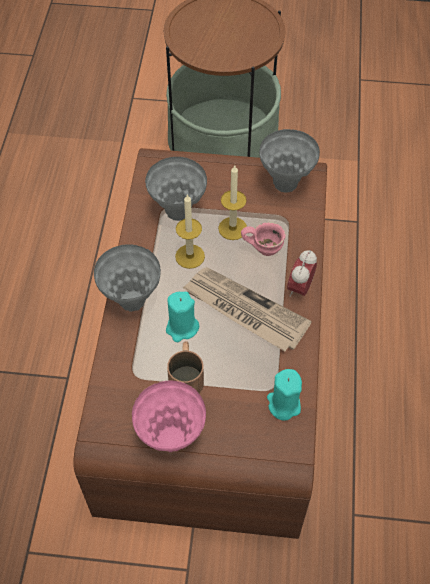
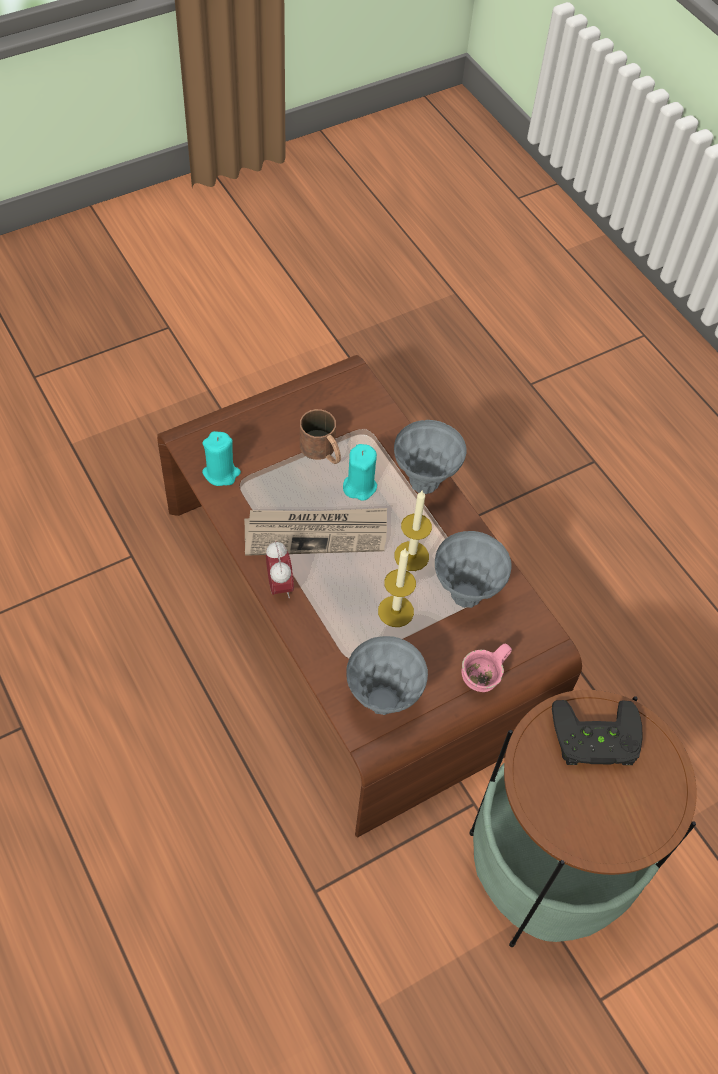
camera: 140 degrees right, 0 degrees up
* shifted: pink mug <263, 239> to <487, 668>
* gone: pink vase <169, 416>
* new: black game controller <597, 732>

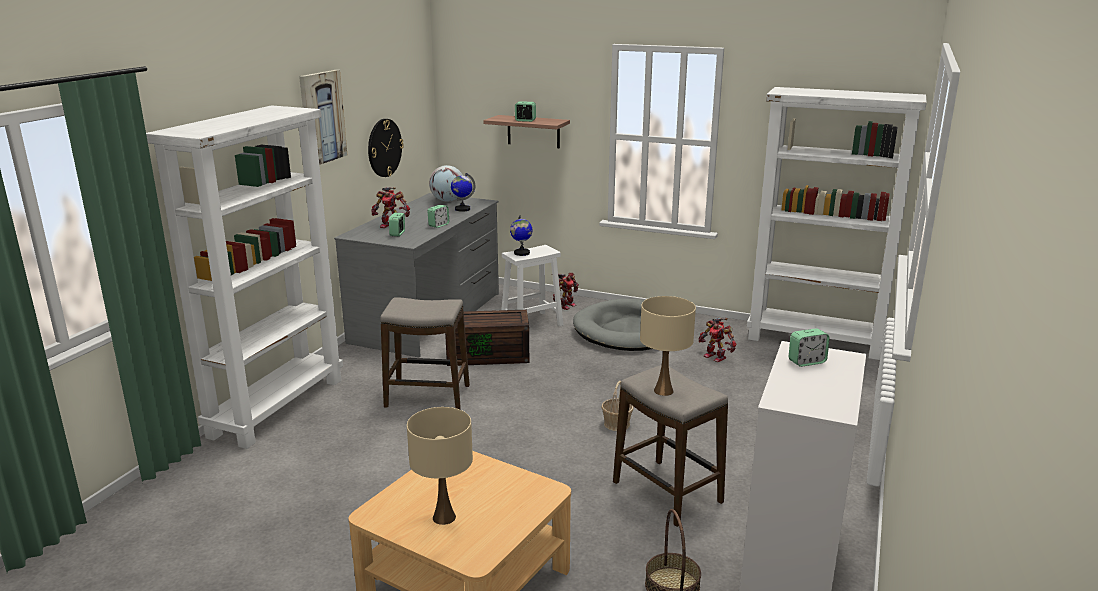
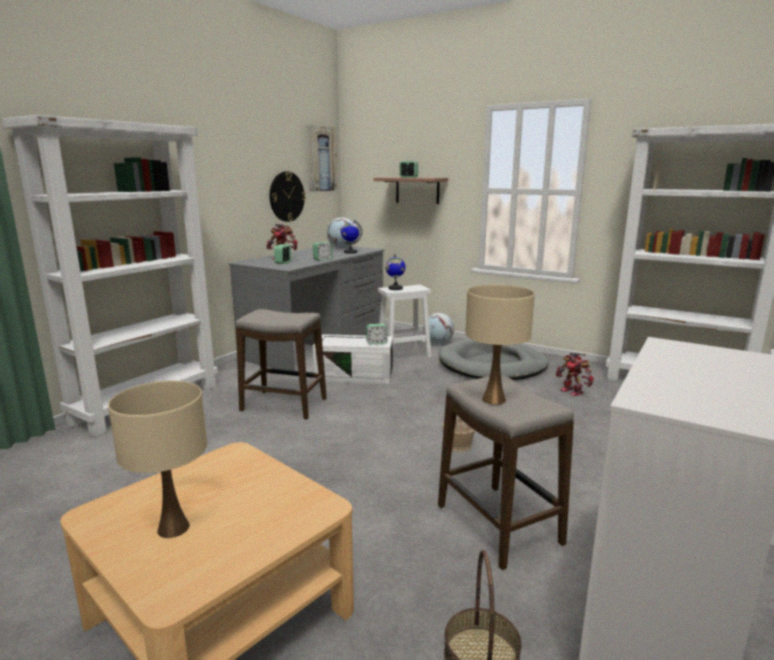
camera: 10 degrees right, 5 degrees down
* shifted: picture <323, 117> to <322, 158>
* swapped: toy robot <566, 291> to globe <438, 328>
* repainted: brown storage box <487, 338> to white storage box <353, 359>
* shifted: alarm clock <809, 347> to <377, 334>

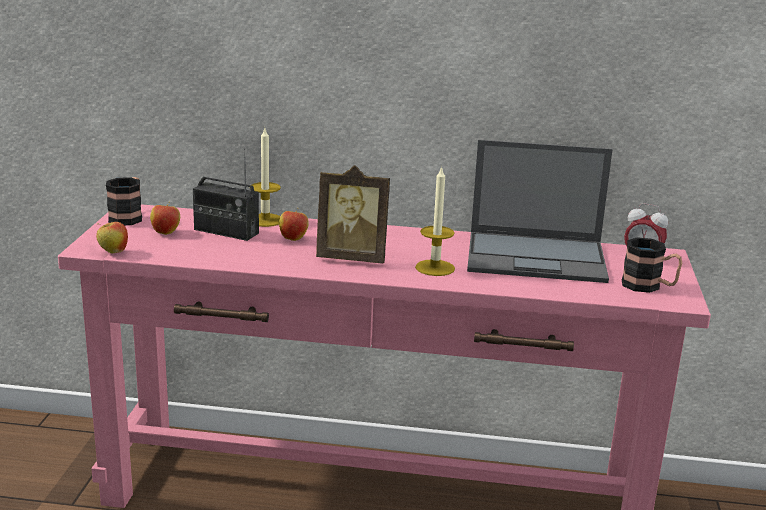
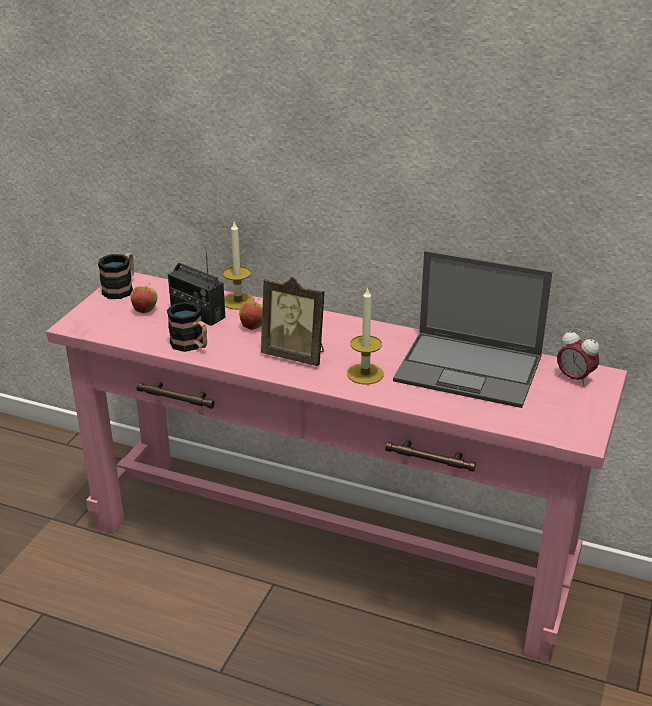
camera: 15 degrees right, 10 degrees up
* gone: apple <112, 238>
* shifted: mug <652, 265> to <187, 327>

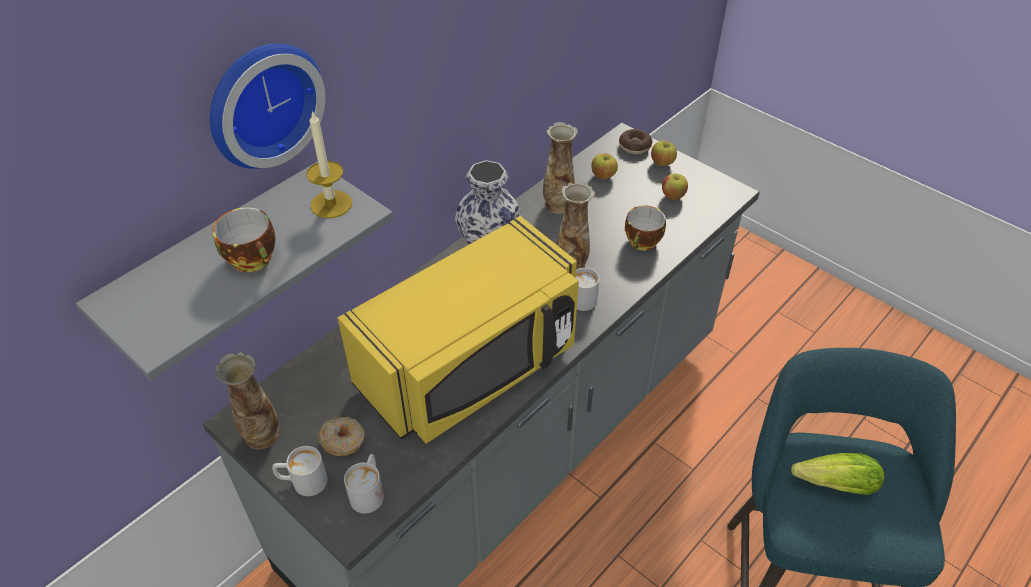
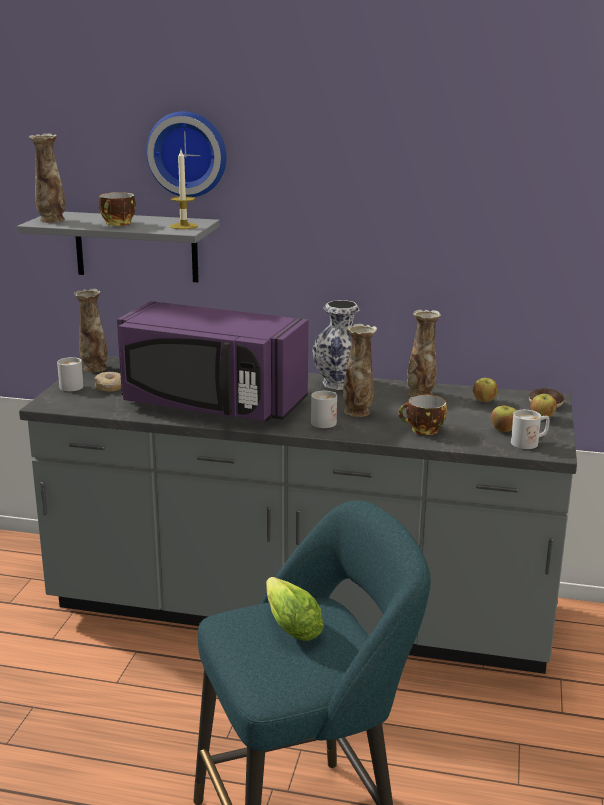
camera: 60 degrees right, 25 degrees down
* repainted: yellow microwave <458, 330> to purple microwave <212, 361>
* shifted: white mug <364, 483> to <530, 429>
* new: vase <47, 178>

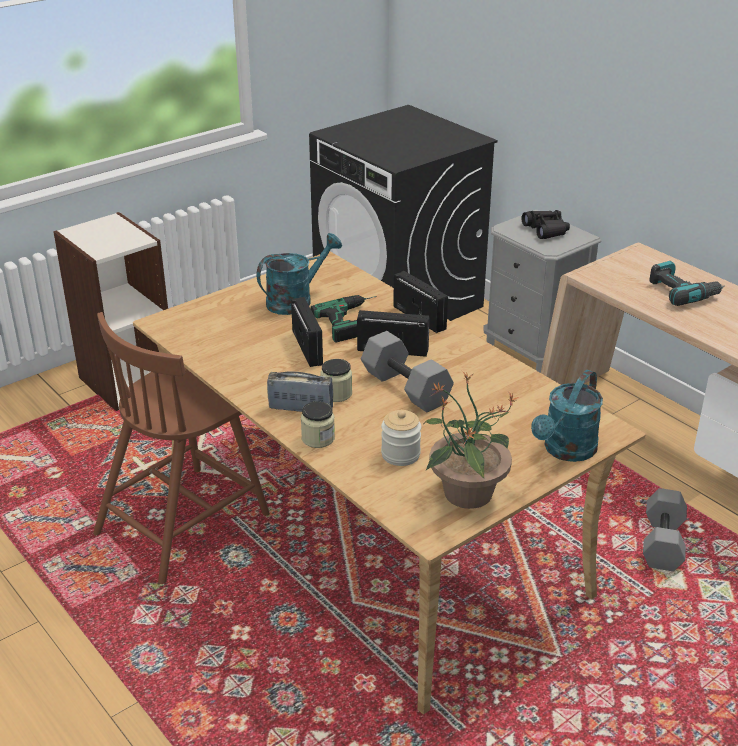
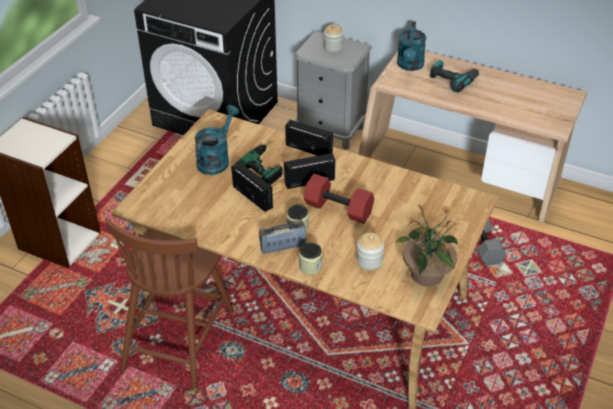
camera: 25 degrees left, 10 degrees up
* swapped: black binoculars <545, 224> to jar <333, 38>
* repainted: grey dumbbell <407, 371> to red dumbbell <338, 199>
* shifted: turquoise watering can <567, 416> to <411, 46>

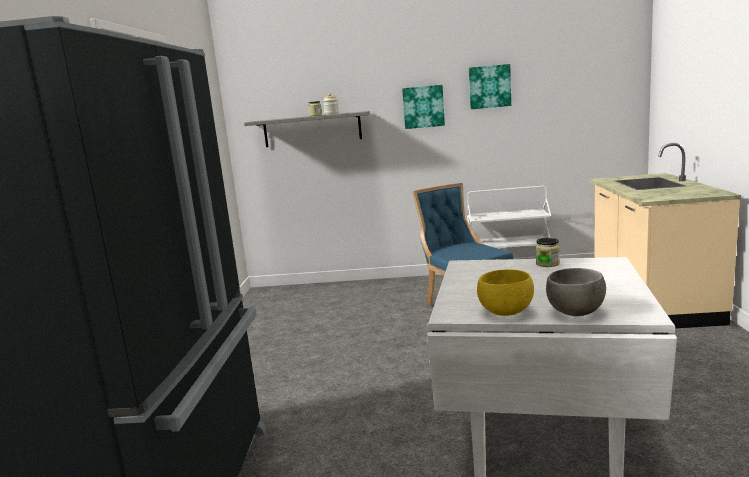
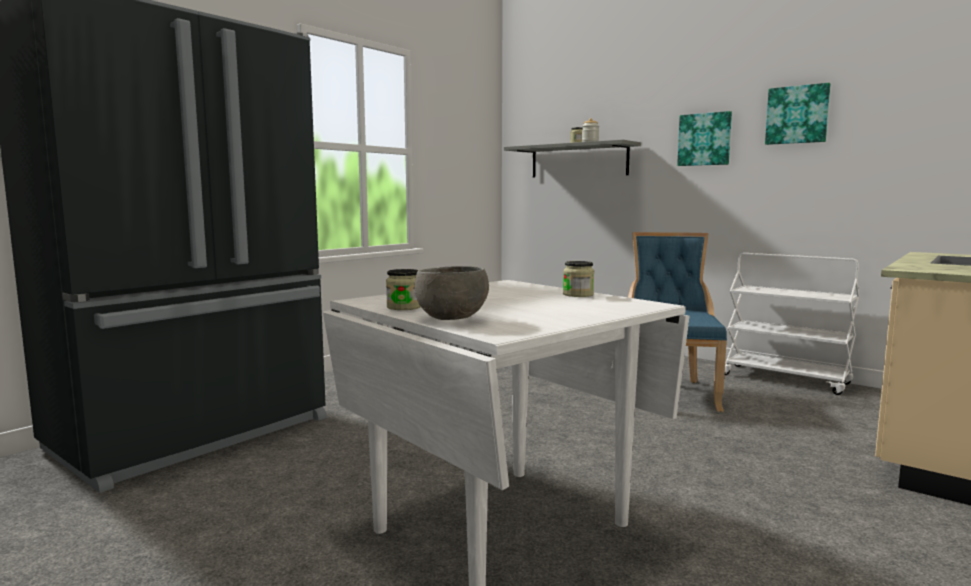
camera: 35 degrees right, 5 degrees down
* swapped: yellow bowl <505, 292> to jar <403, 289>

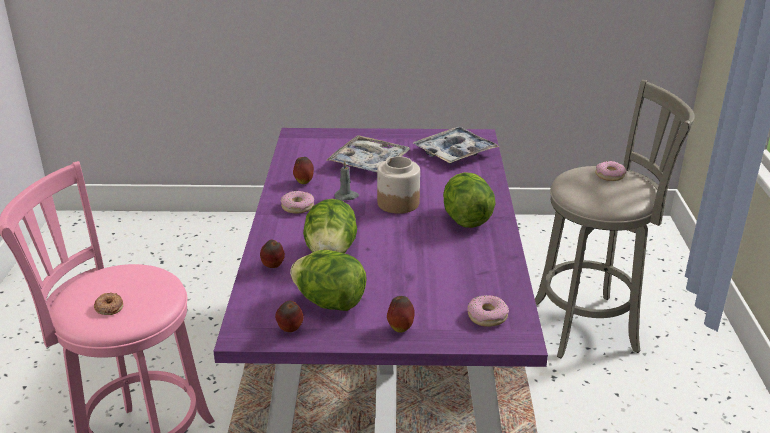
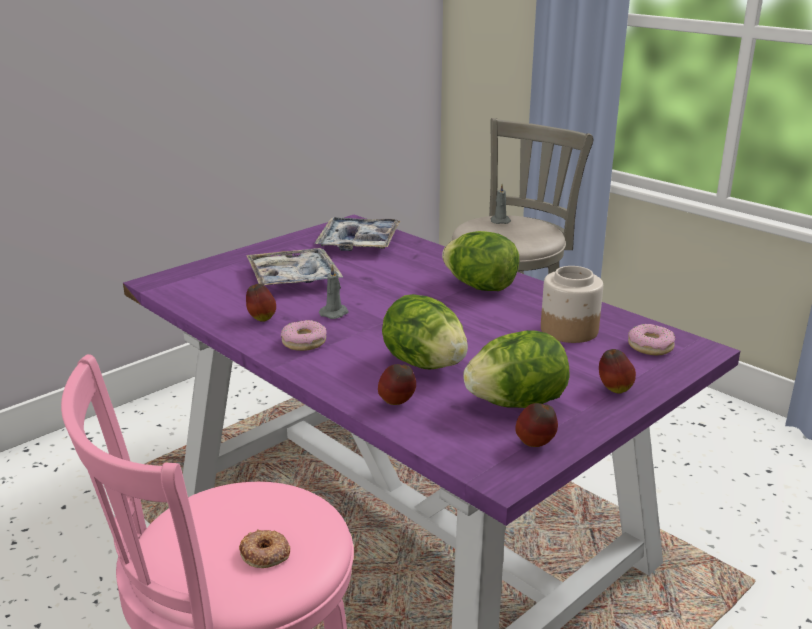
camera: 45 degrees left, 5 degrees down
* shifted: jar <398, 185> to <572, 304>
* swapped: donut <610, 171> to grey candle <501, 204>

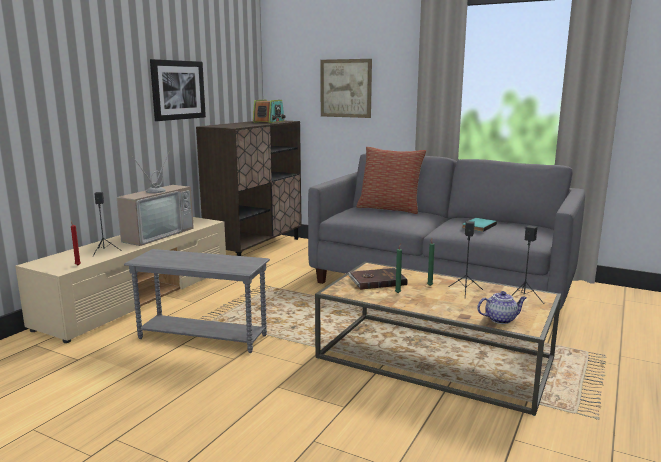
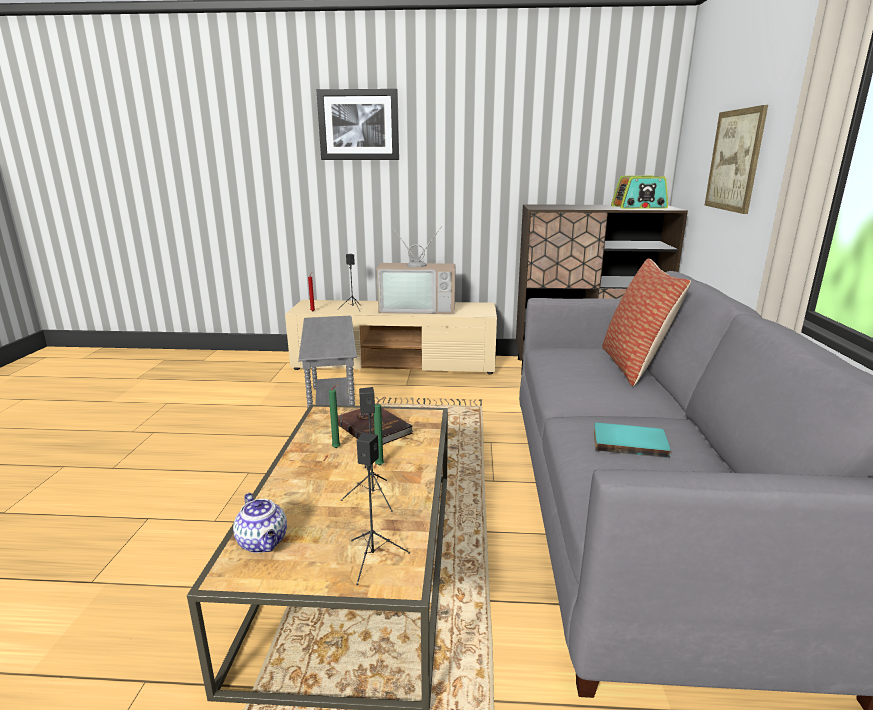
camera: 65 degrees right, 5 degrees up
* shifted: picture <178, 90> to <357, 124>

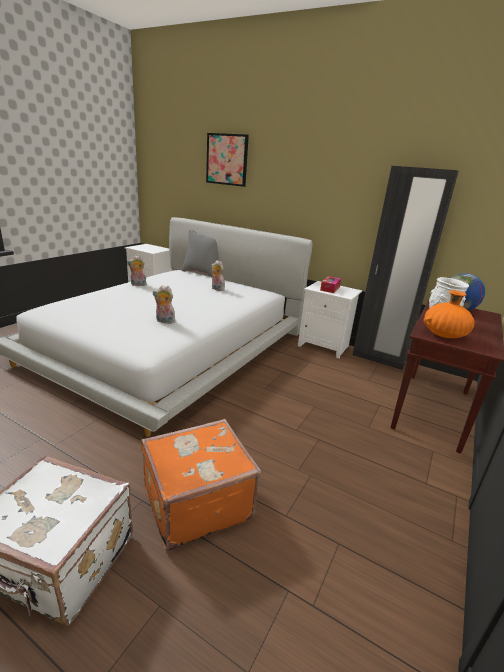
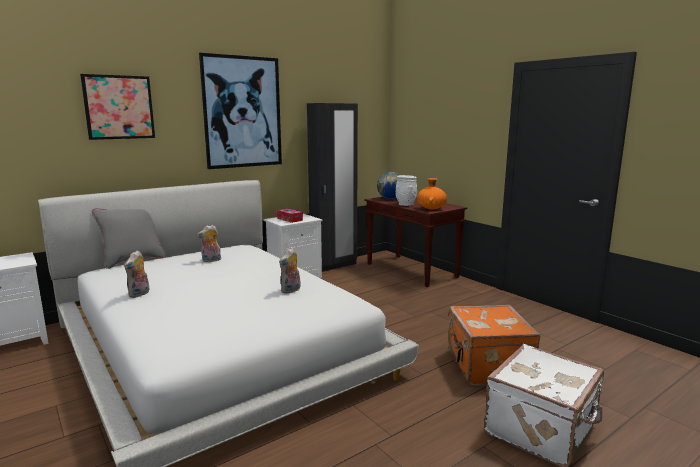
camera: 65 degrees left, 10 degrees down
* new: picture <240, 111>

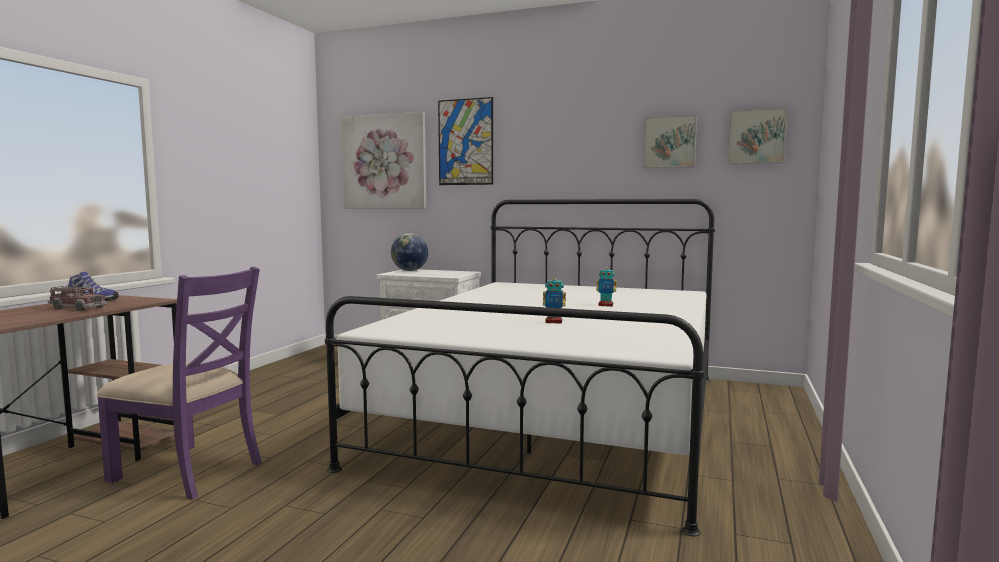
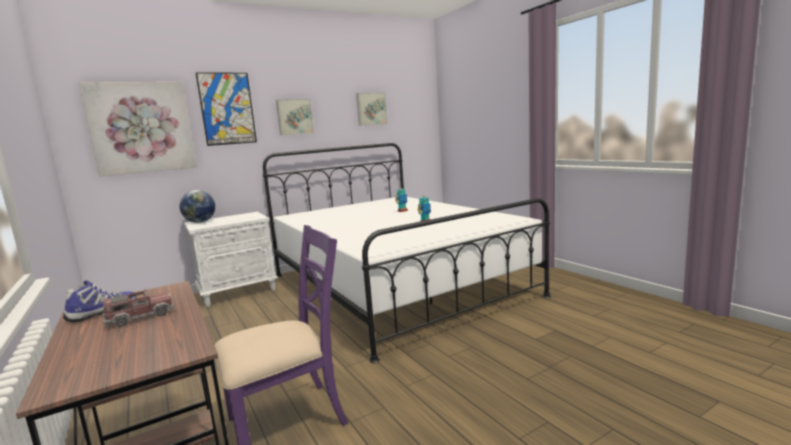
camera: 50 degrees left, 5 degrees up
* shifted: picture <757, 136> to <295, 117>

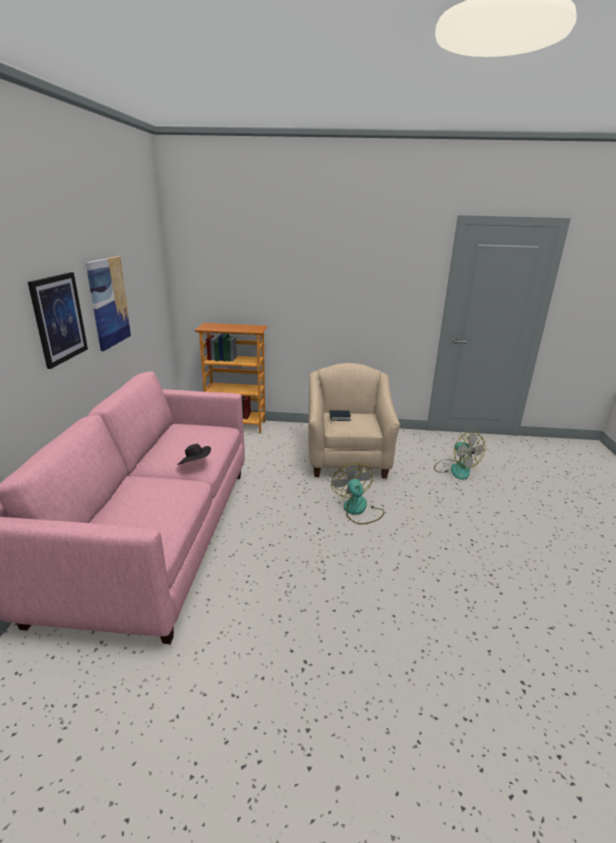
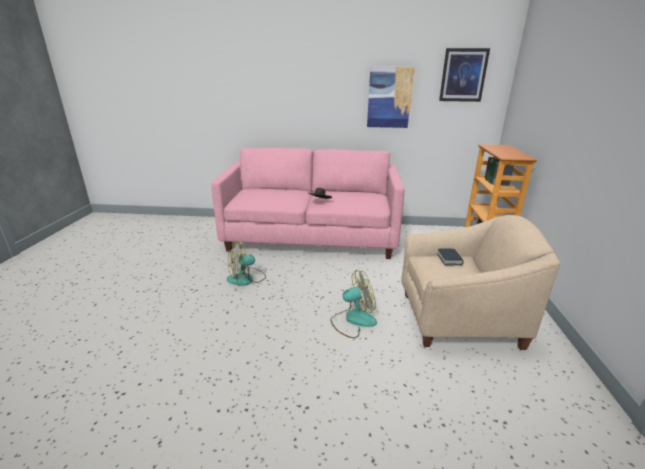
camera: 90 degrees right, 0 degrees up
* shifted: picture <58, 320> to <464, 75>
* shifted: fan <459, 455> to <246, 263>

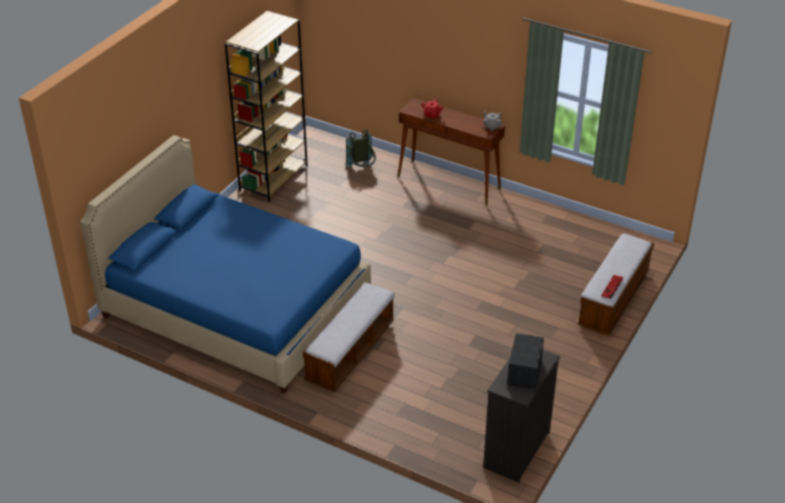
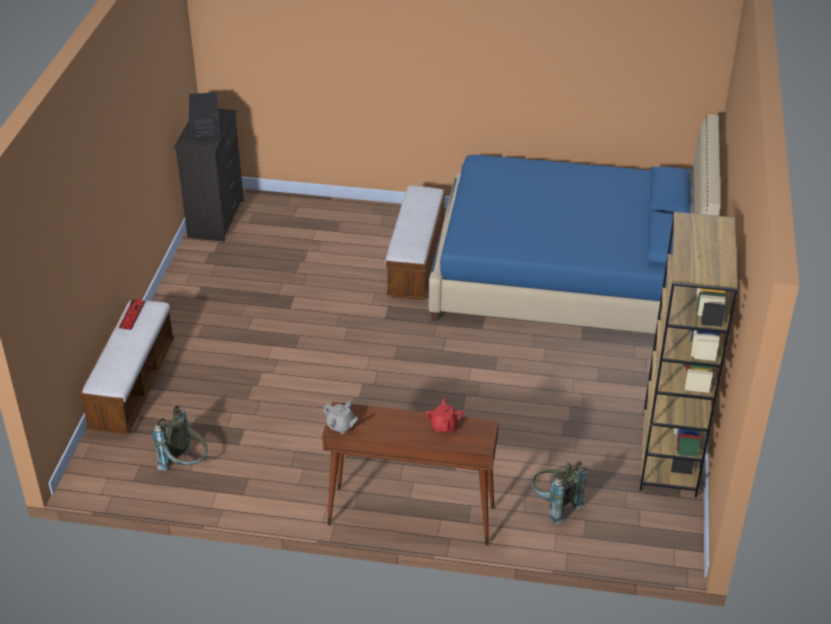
camera: 160 degrees right, 0 degrees up
* new: grey backpack <180, 438>

